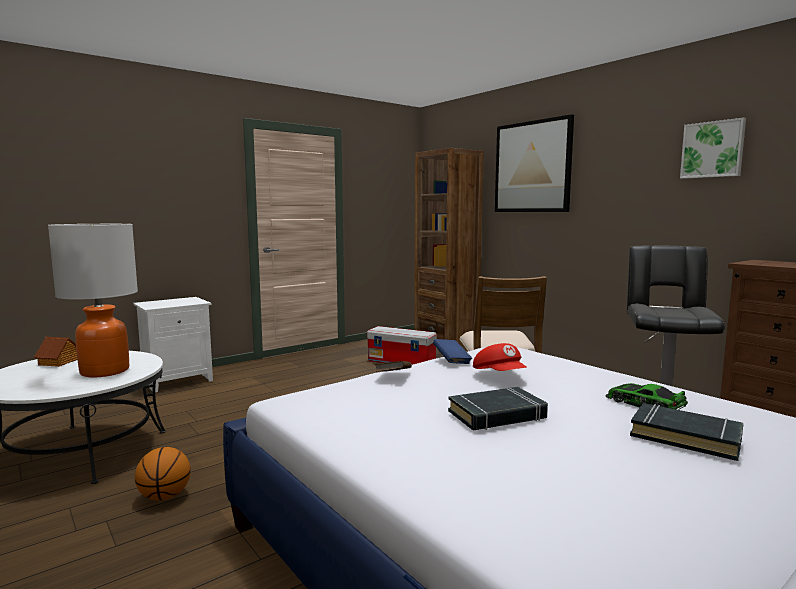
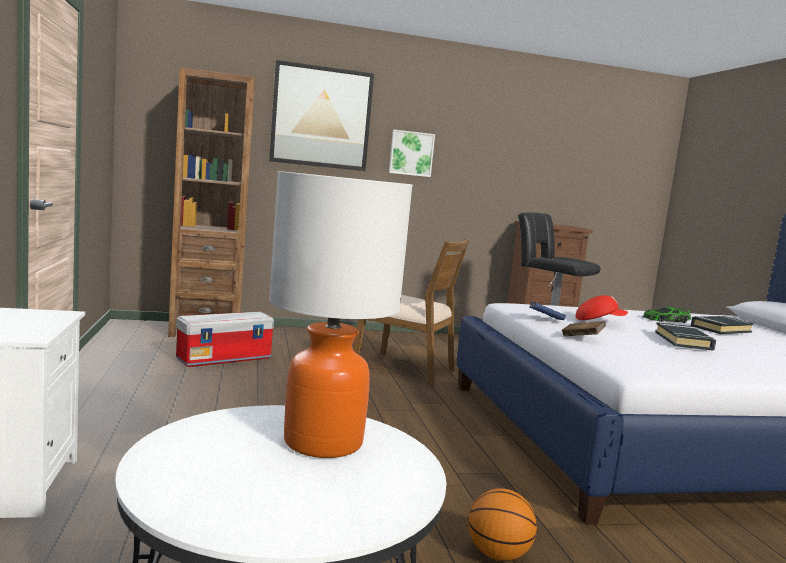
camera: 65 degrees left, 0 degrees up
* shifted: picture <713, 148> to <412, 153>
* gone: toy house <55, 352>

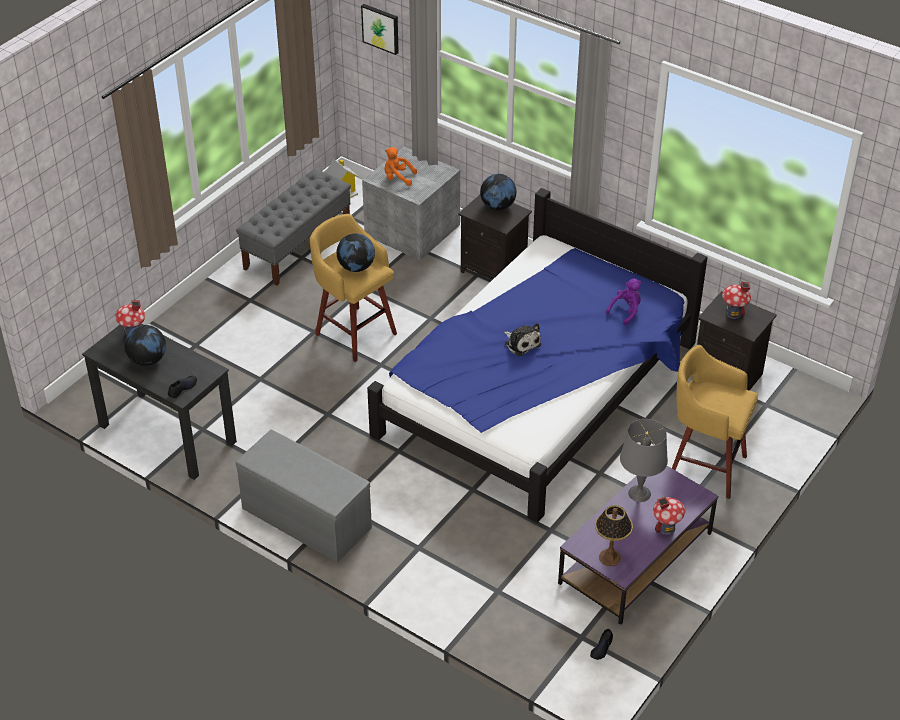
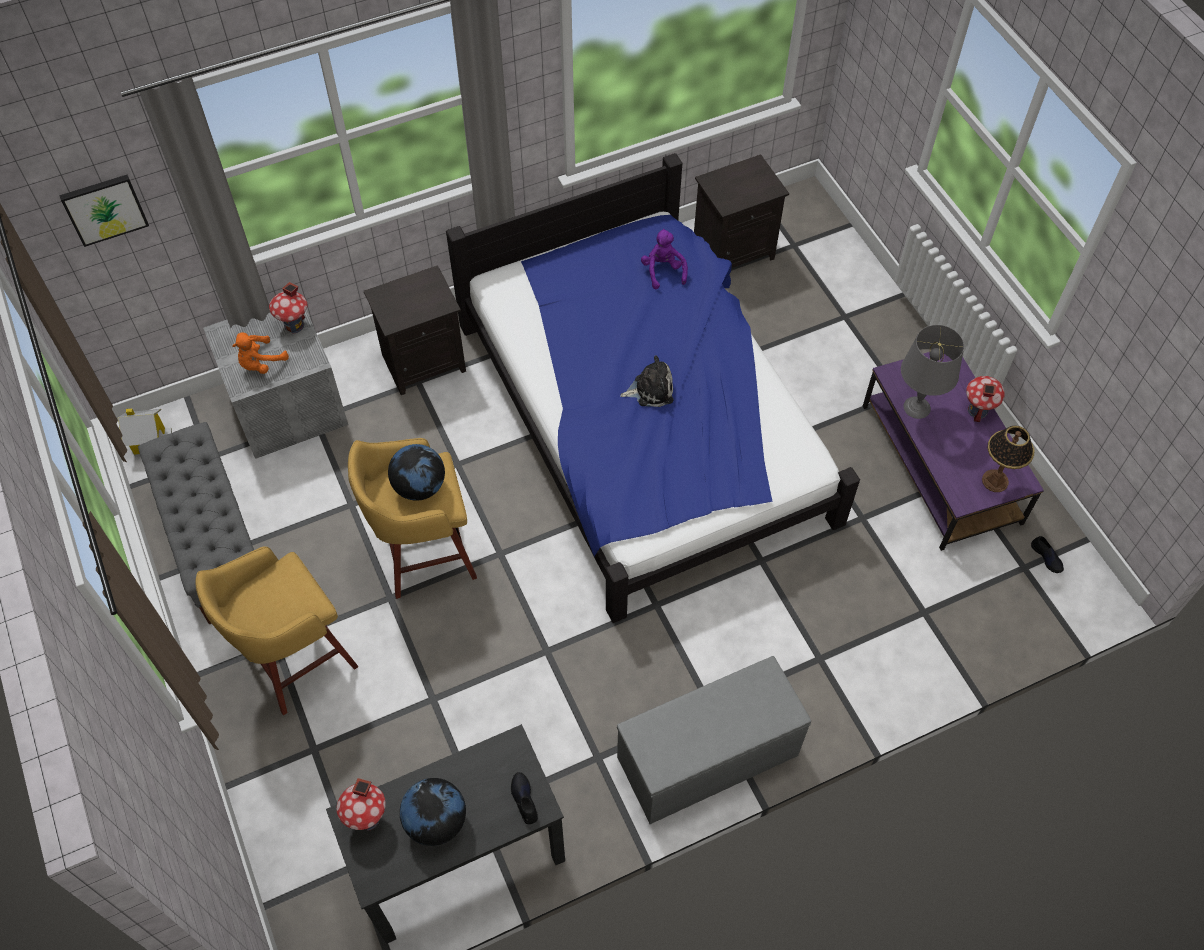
camera: 60 degrees left, 15 degrees up
* gone: globe <498, 192>
* shifted: toy house <736, 300> to <288, 307>
* shifted: yellow stool <715, 422> to <276, 630>

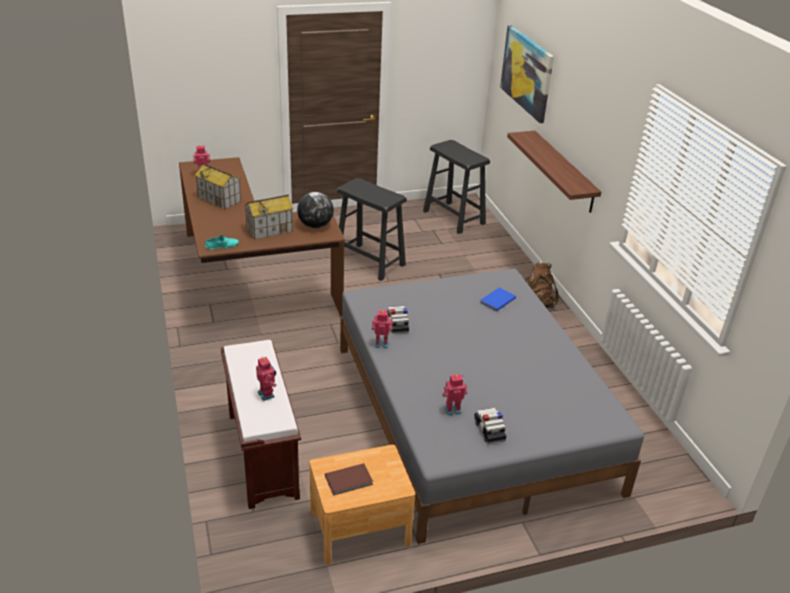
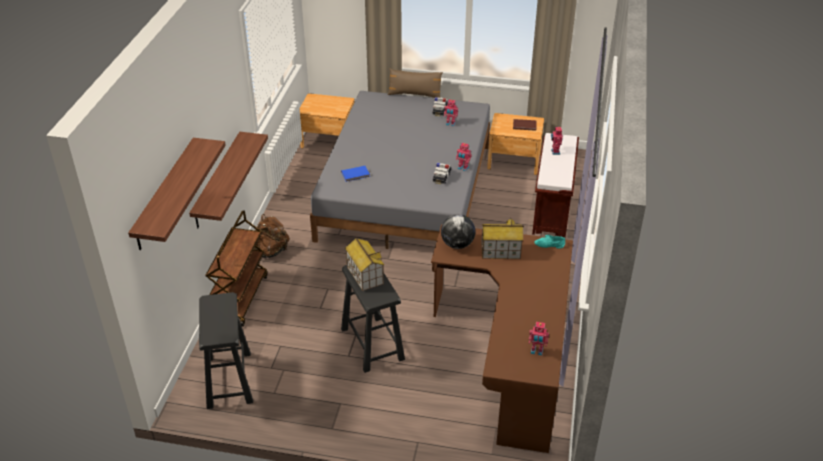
camera: 150 degrees left, 5 degrees up
* swapped: picture <527, 74> to shelf <177, 194>
* shifted: toy house <218, 186> to <364, 264>
* new: brown pillow <415, 83>
* new: brown nightstand <327, 120>
* new: brown cart <237, 268>

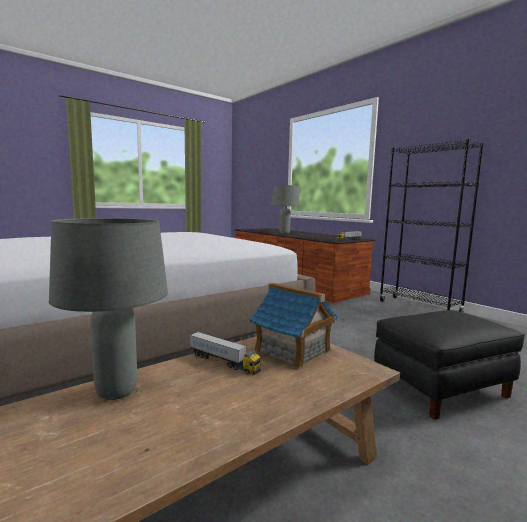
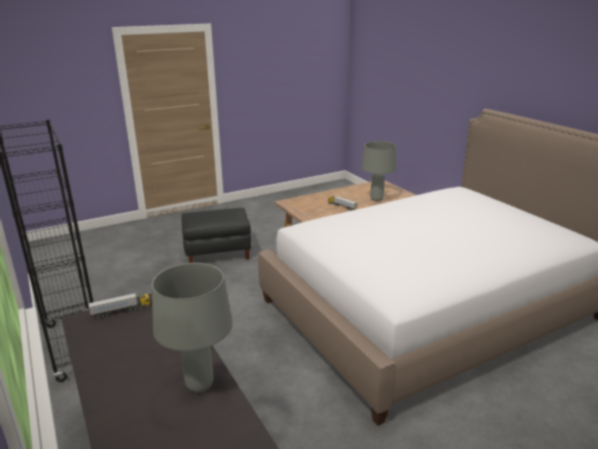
camera: 170 degrees left, 15 degrees up
* gone: toy house <294, 326>

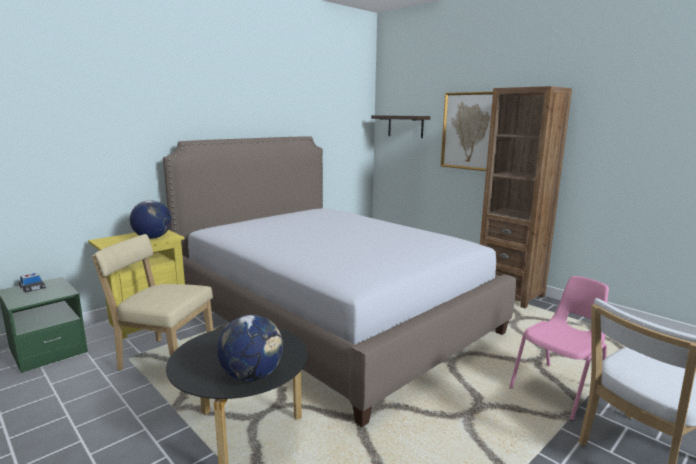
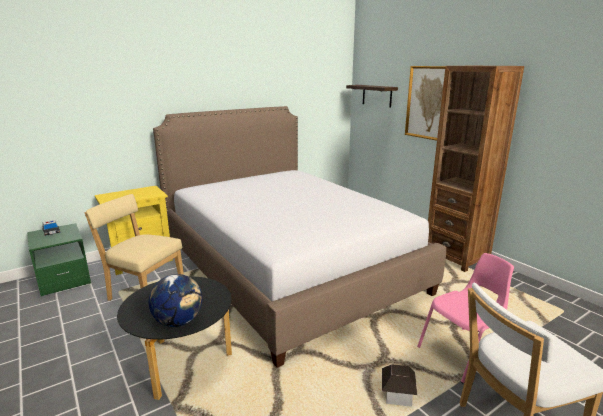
camera: 10 degrees right, 5 degrees up
* gone: globe <150, 219>
* new: toy house <399, 385>

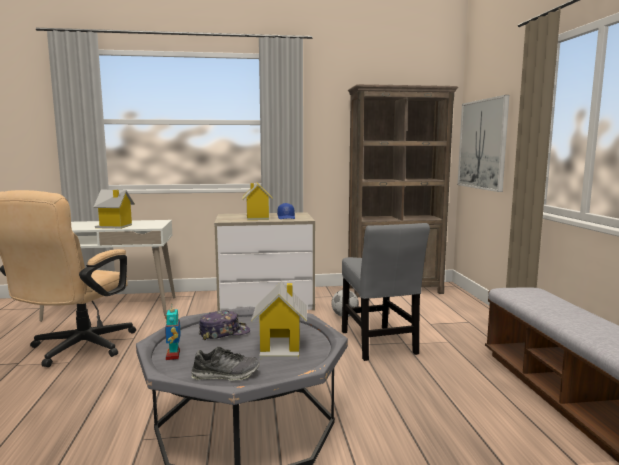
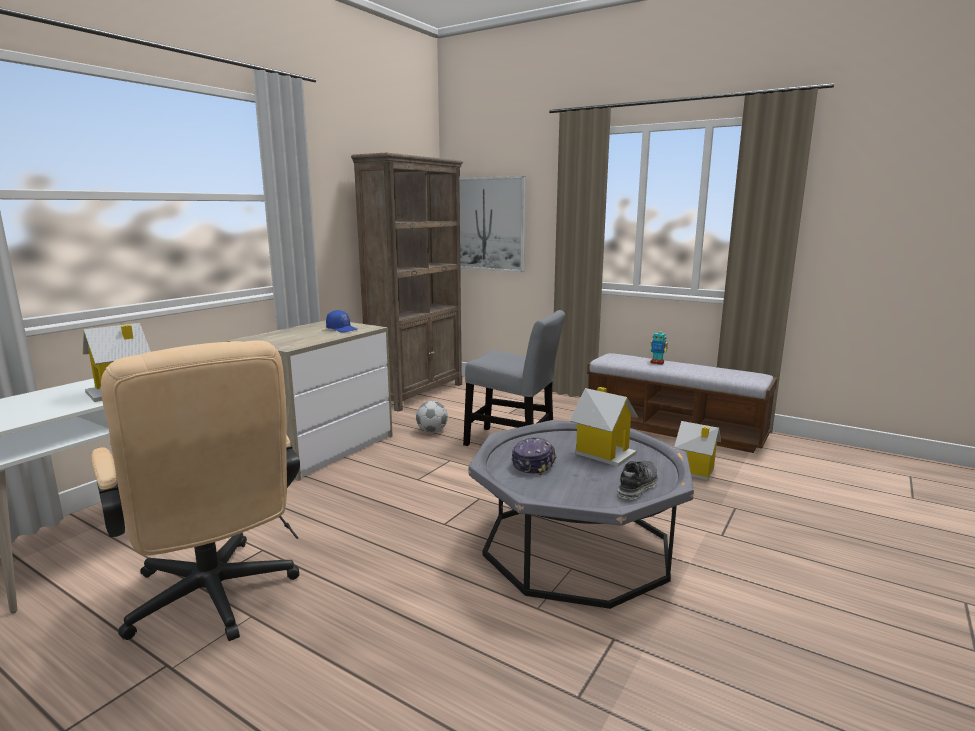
camera: 50 degrees left, 5 degrees up
* shifted: toy house <257, 201> to <697, 450>
* shifted: toy robot <173, 331> to <659, 346>

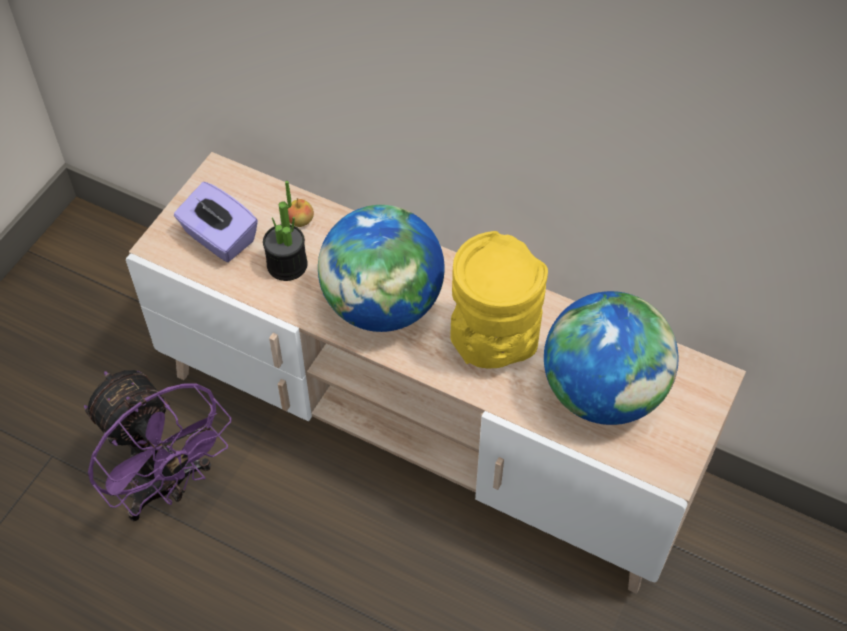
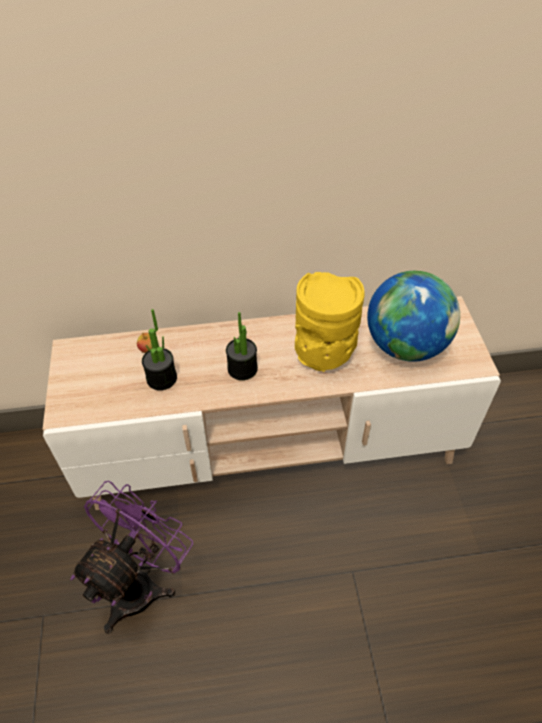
camera: 35 degrees left, 5 degrees down
* gone: purple tissue box <216, 222>
* swapped: globe <381, 268> to potted plant <242, 346>
* rotated: purple fan <158, 445> = <131, 557> 75 degrees counterclockwise

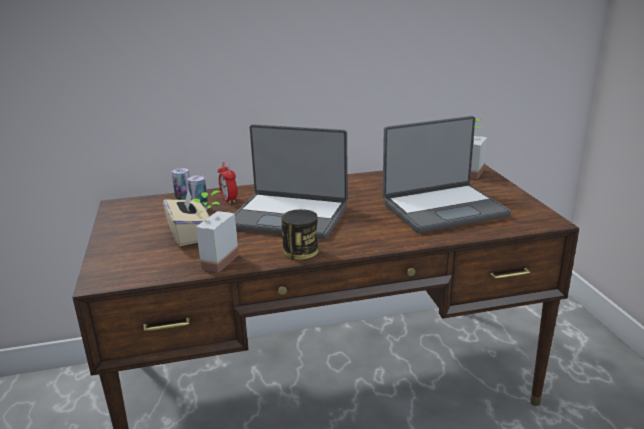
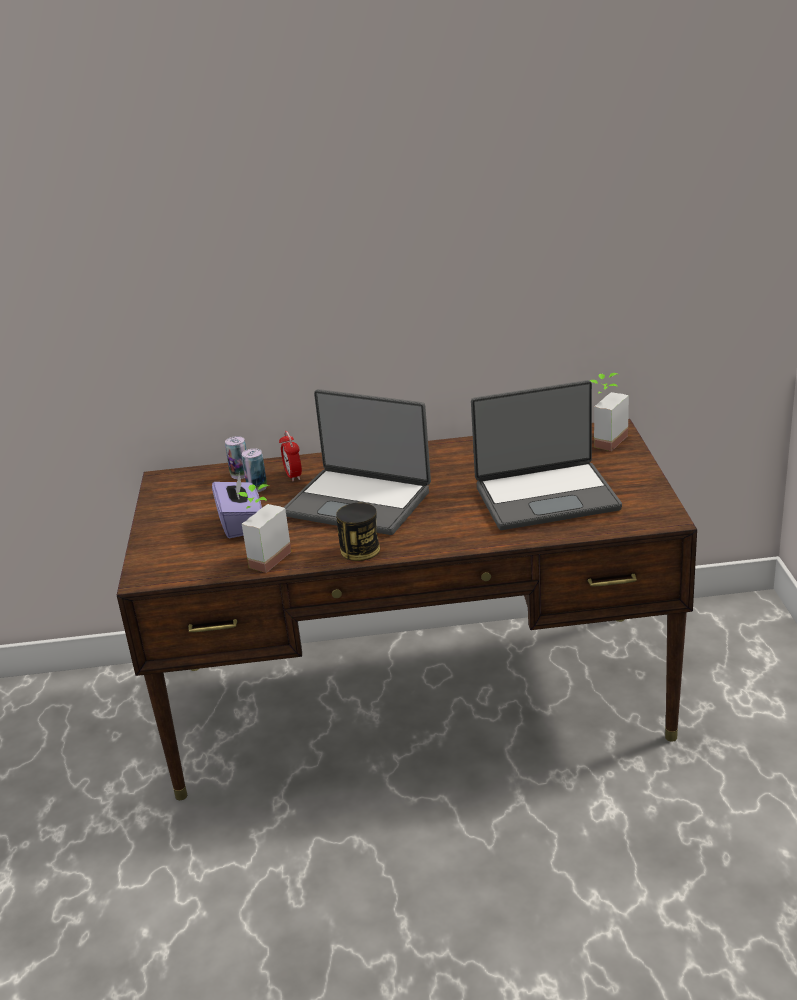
camera: 10 degrees right, 5 degrees up
* repainted: beige tissue box <186, 217> to purple tissue box <237, 505>

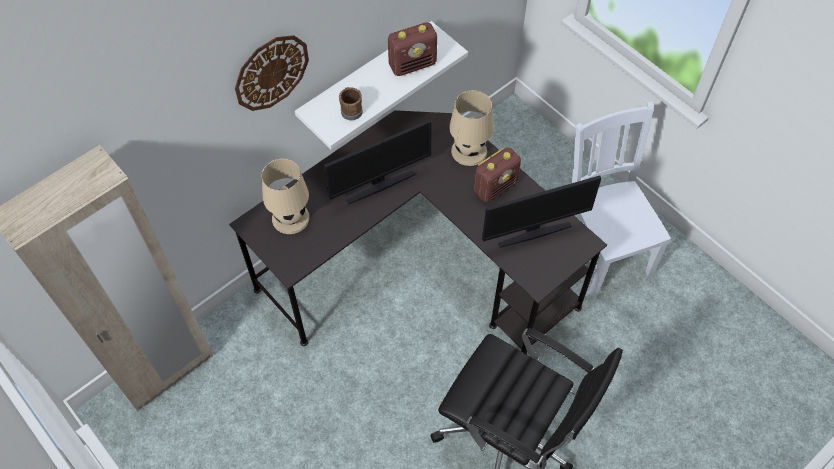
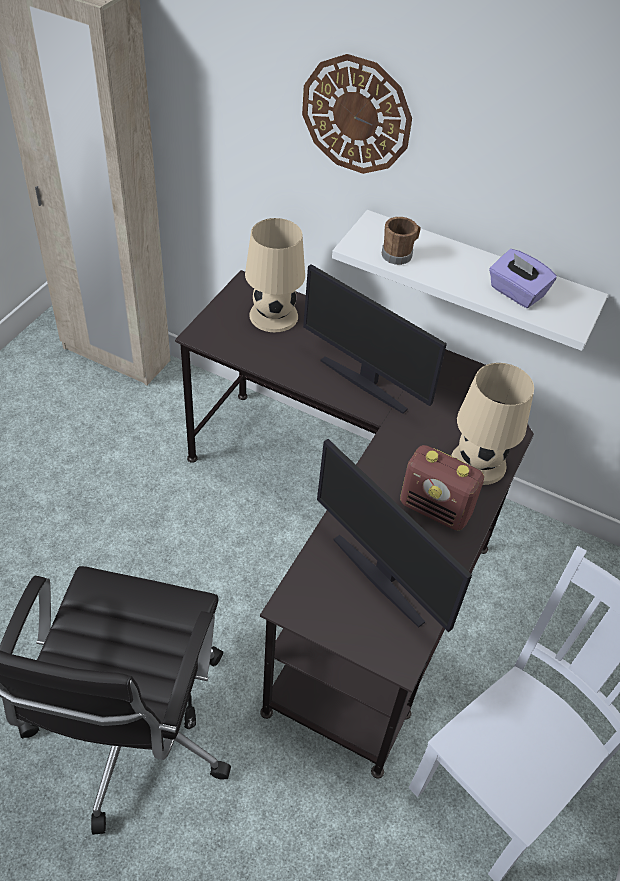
camera: 65 degrees right, 10 degrees down
* swapped: radio <412, 49> to purple tissue box <523, 278>

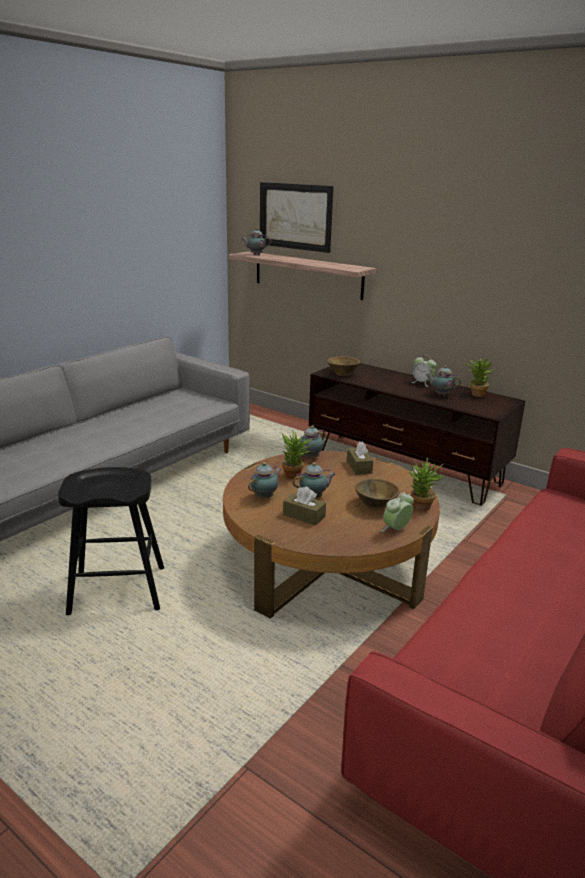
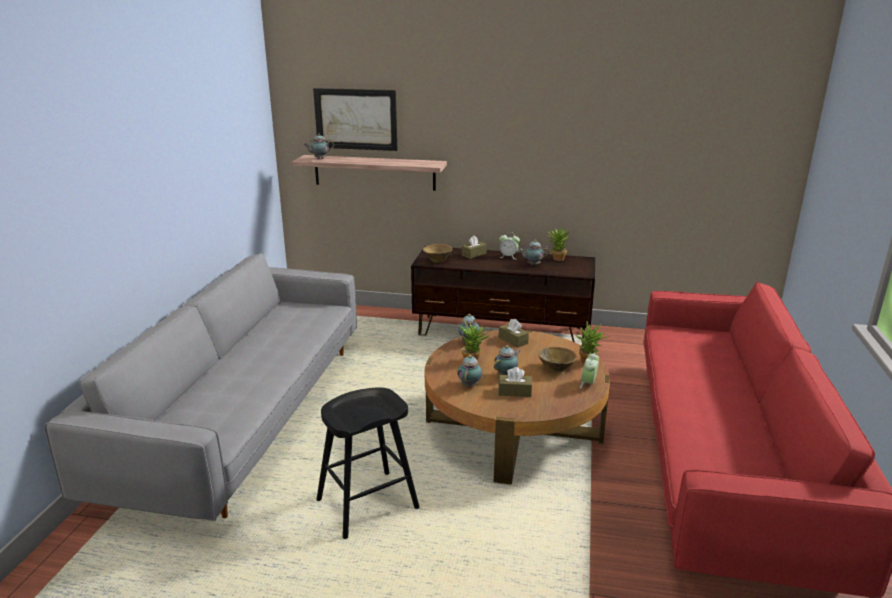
camera: 25 degrees left, 0 degrees up
* new: brown tissue box <474, 247>

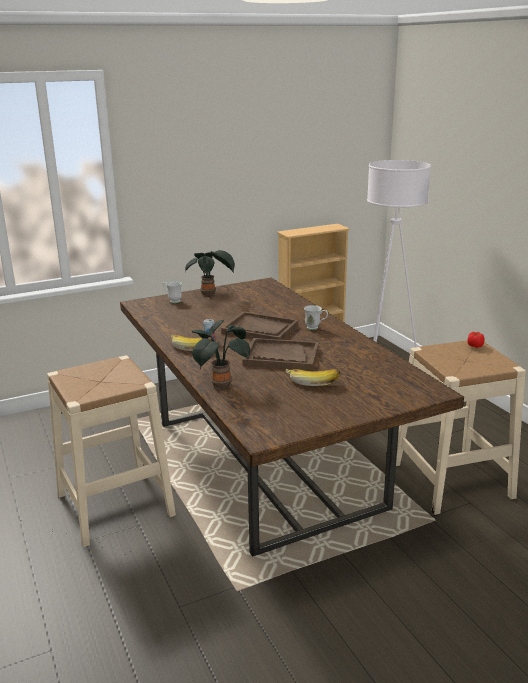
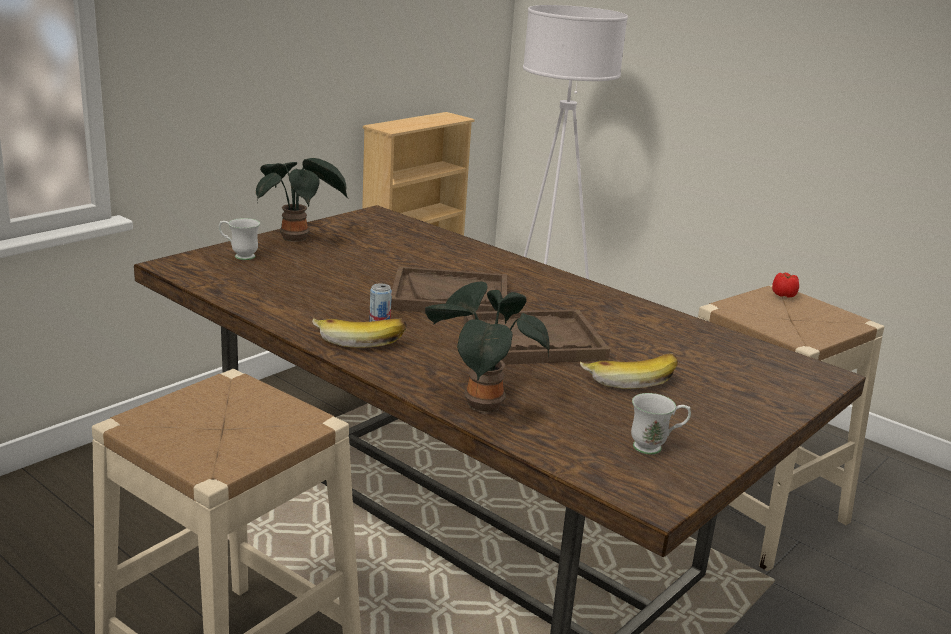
camera: 25 degrees left, 0 degrees up
* shifted: white mug <316, 317> to <661, 423>

